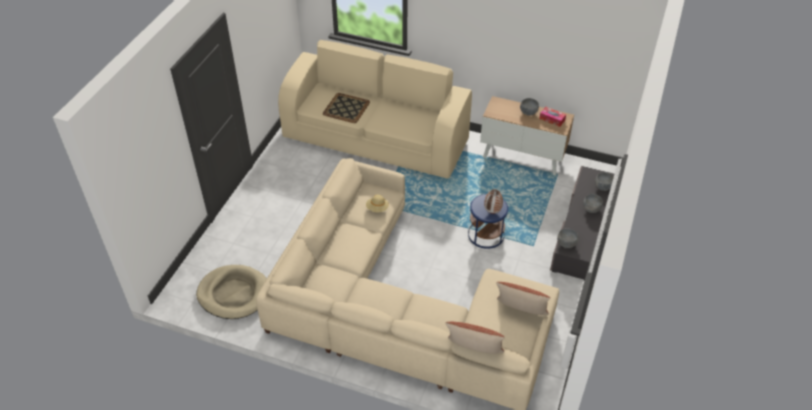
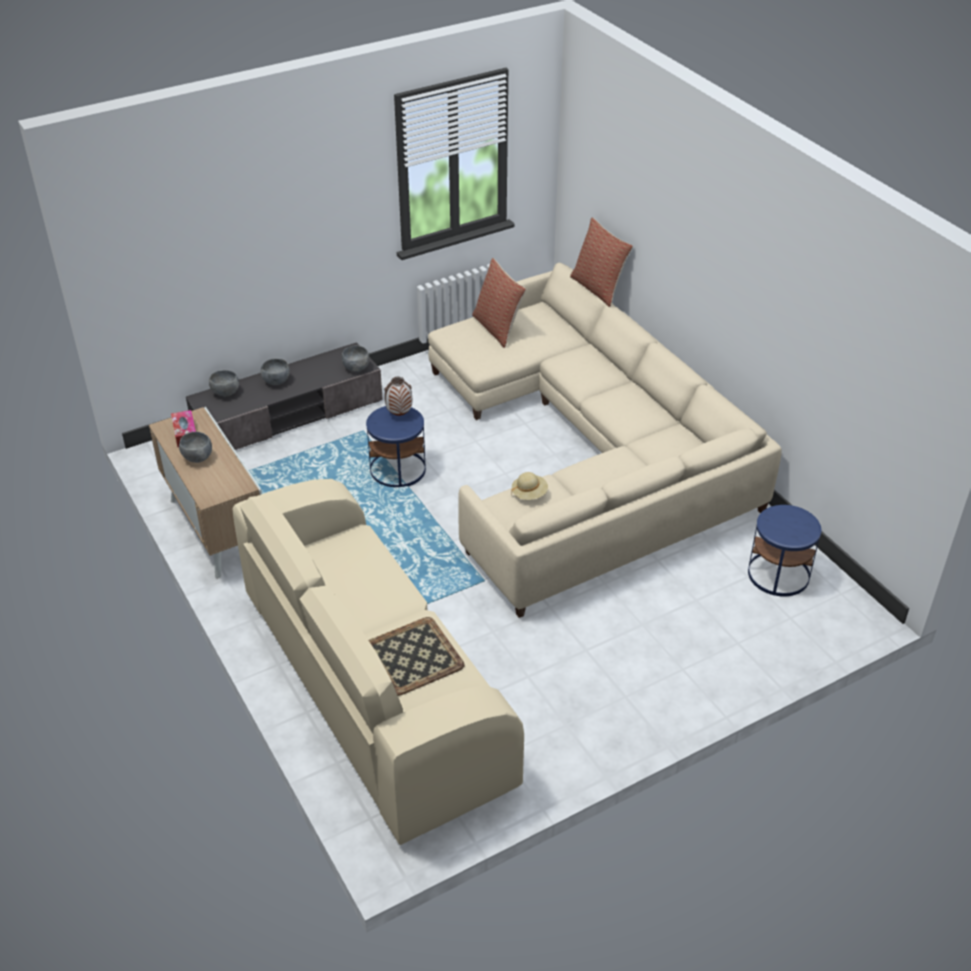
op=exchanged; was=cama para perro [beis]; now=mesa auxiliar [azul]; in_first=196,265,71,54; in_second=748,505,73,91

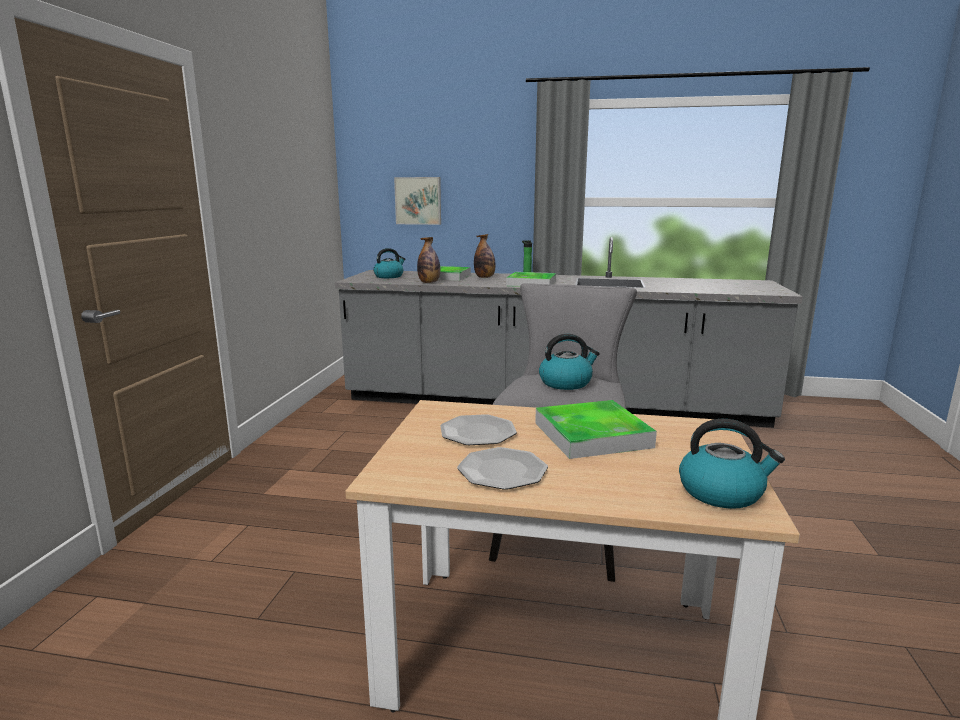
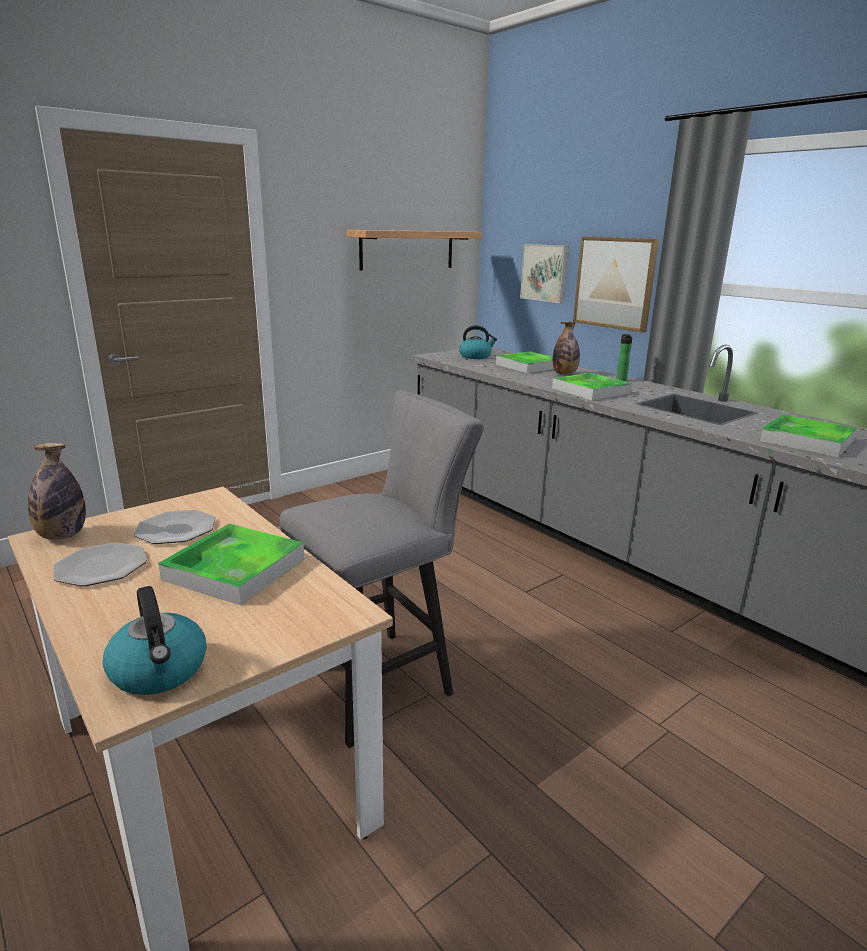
op=relocated; was=botella; in_first=417,237,23,46; in_second=28,443,58,97
op=missing; was=hervidor; in_first=539,334,61,56
op=appeared; now=estante; in_second=347,230,135,40
op=appeared; now=cuadro; in_second=573,237,86,96
op=appeared; now=bandeja; in_second=760,414,97,43

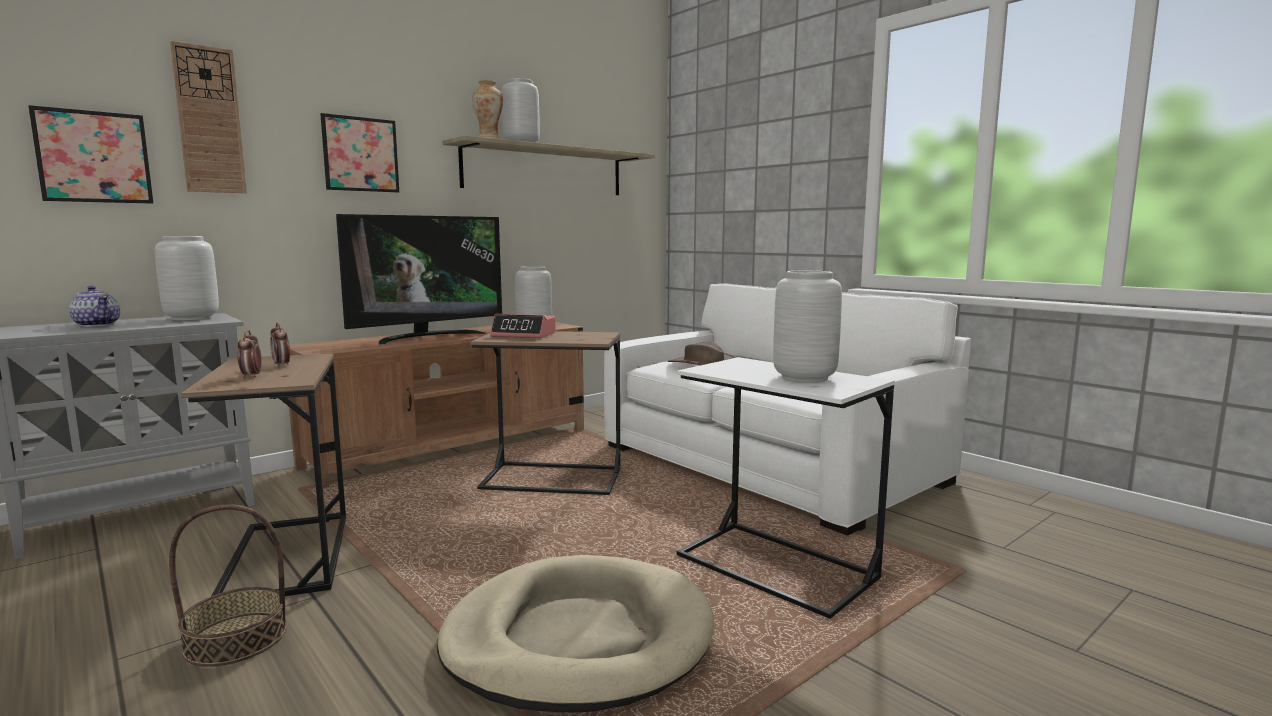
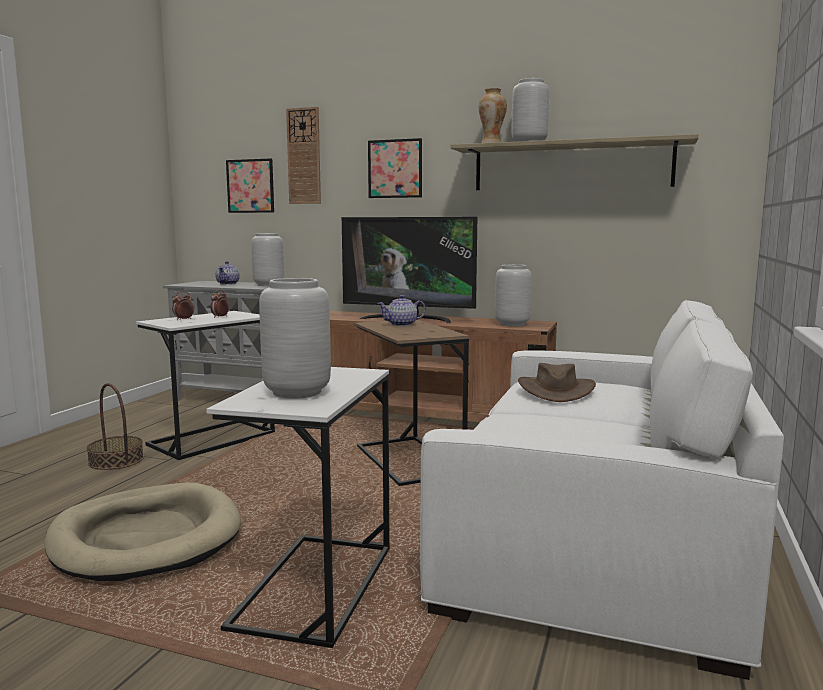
op=colour; was=mesa auxiliar [marrón]; now=mesa auxiliar [blanco]; in_first=181,353,165,243; in_second=136,311,139,149
op=exchanged; was=despertador; now=tetera; in_first=490,314,66,24; in_second=377,295,49,31

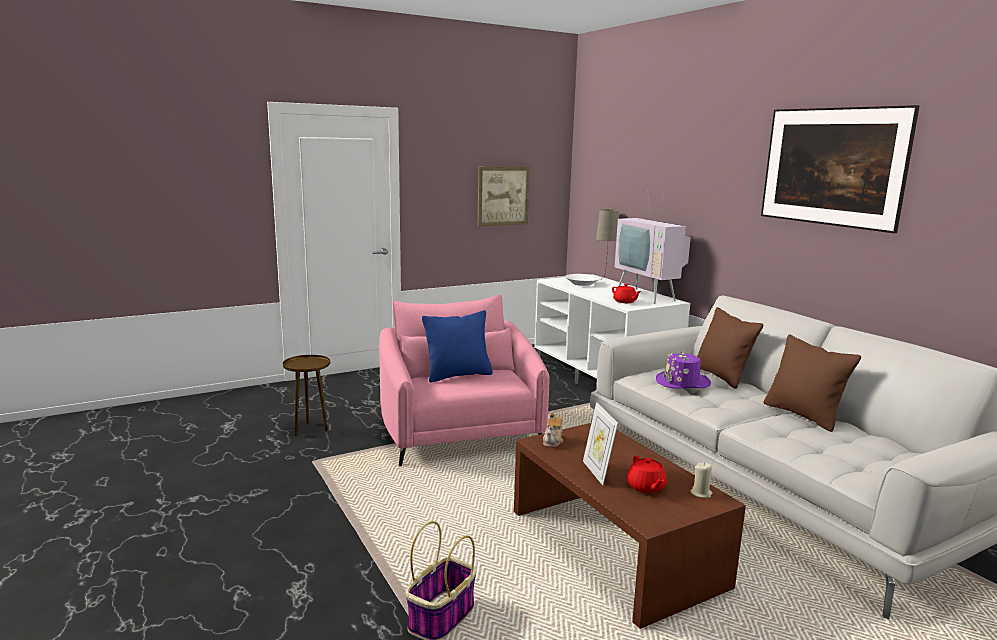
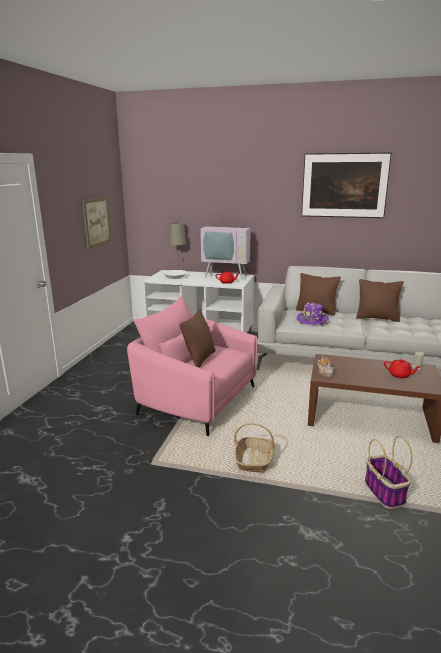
op=missing; was=mesa auxiliar [marrón]; in_first=283,355,47,81
op=colour; was=cojín [azul]; now=cojín [marrón]; in_first=422,310,71,72; in_second=180,308,36,60
op=missing; was=portarretratos; in_first=583,402,35,83
op=appeared; now=cesta; in_second=234,423,41,50

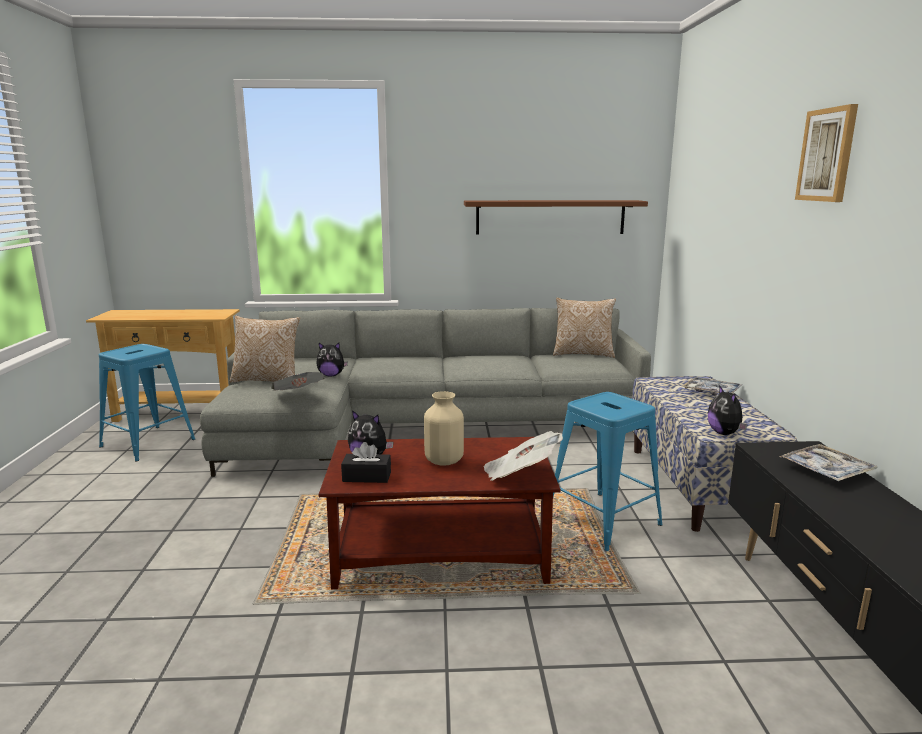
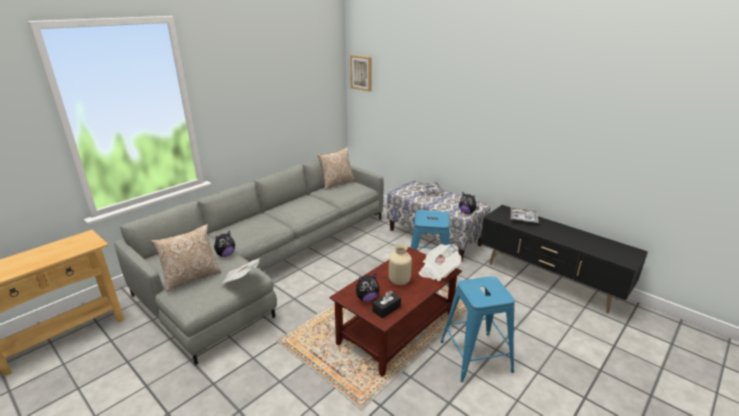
op=relocated; was=taburete [azul]; in_first=99,344,96,118; in_second=440,276,75,106
op=missing; was=estante [marrón]; in_first=464,200,184,34
op=relocated; was=cuadro; in_first=795,104,63,98; in_second=350,55,21,37

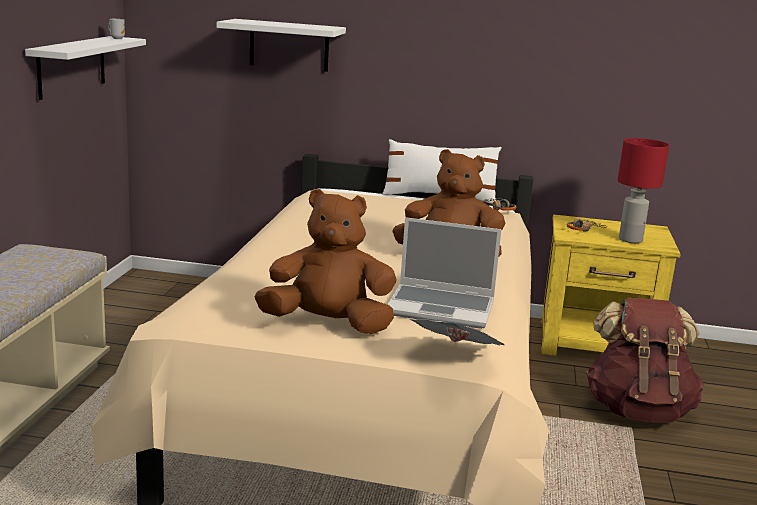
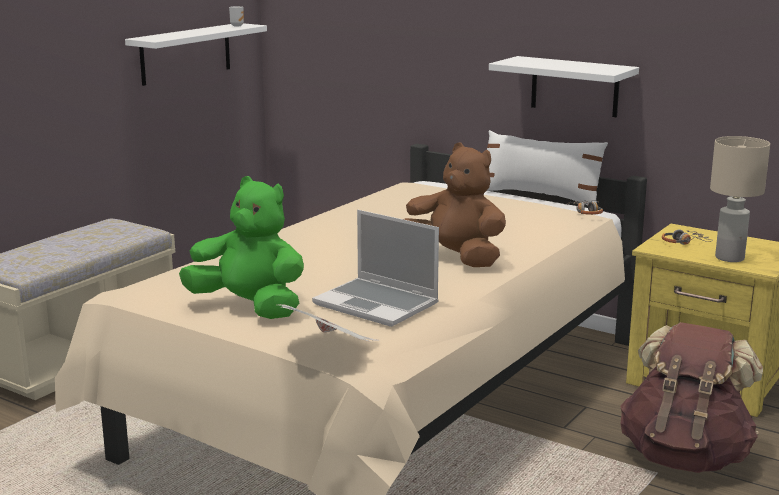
op=relocated; was=estante [blanco]; in_first=217,19,129,53; in_second=489,56,150,61
op=colour; was=peluche [marrón]; now=peluche [verde]; in_first=255,189,142,145; in_second=179,176,125,143
op=colour; was=lámpara de mesa [rojo]; now=lámpara de mesa [beis]; in_first=618,138,51,105; in_second=710,136,60,126

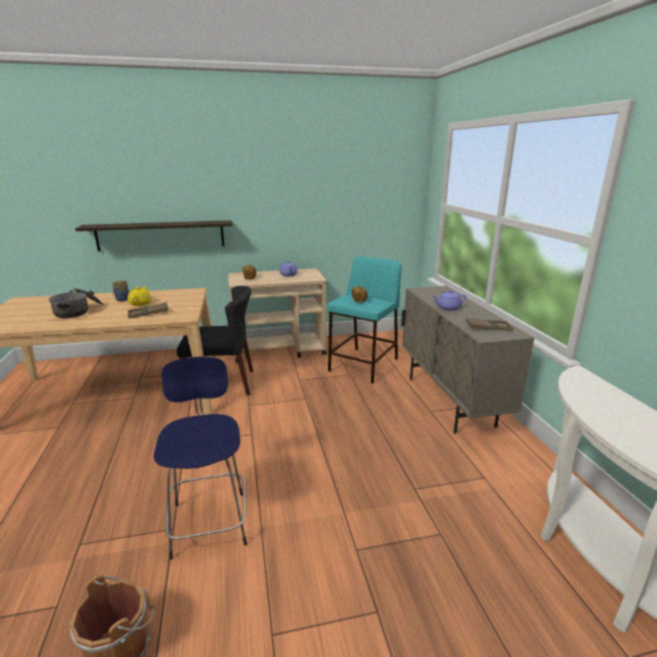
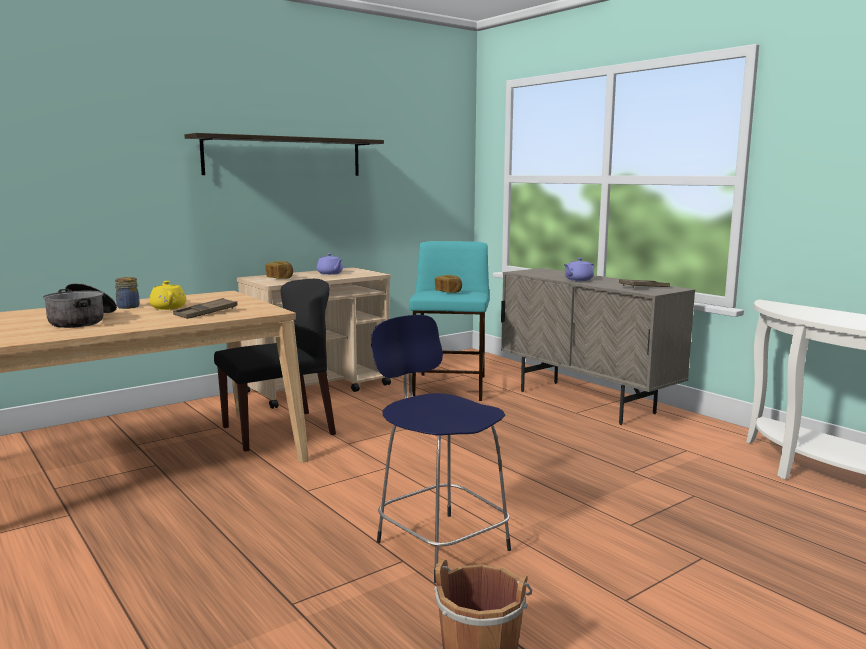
op=relocated; was=estante; in_first=75,220,157,32; in_second=185,133,199,43

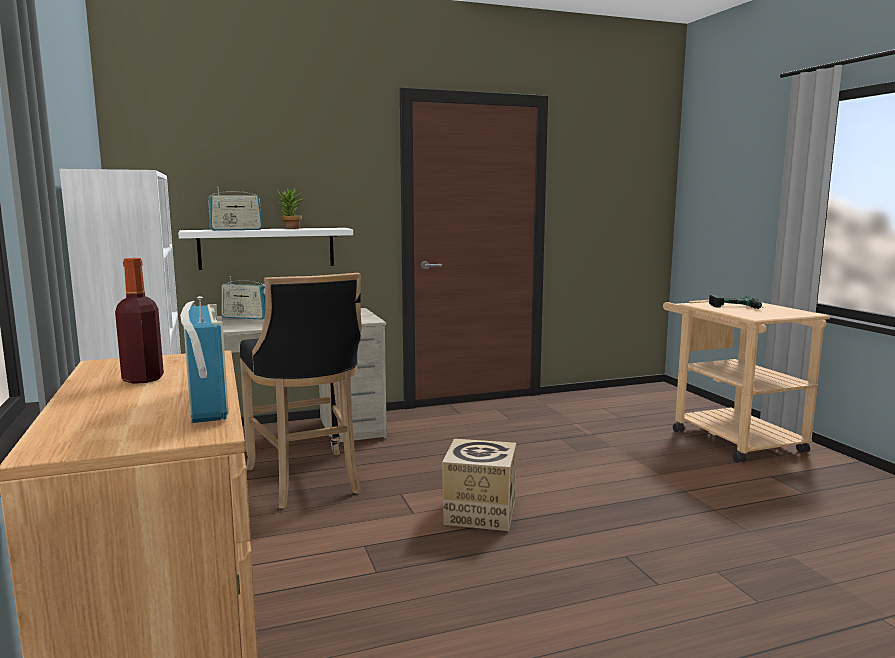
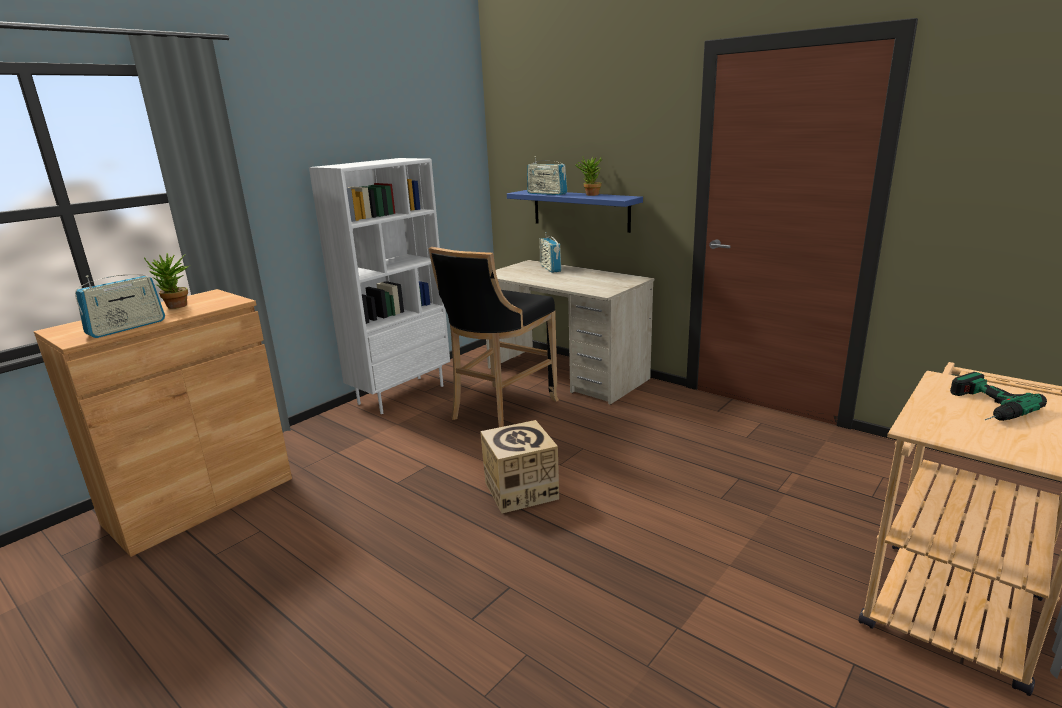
op=exchanged; was=botella; now=planta en maceta; in_first=115,258,49,126; in_second=144,253,45,56
op=colour; was=estante [blanco]; now=estante [azul]; in_first=178,228,175,42; in_second=507,190,136,43

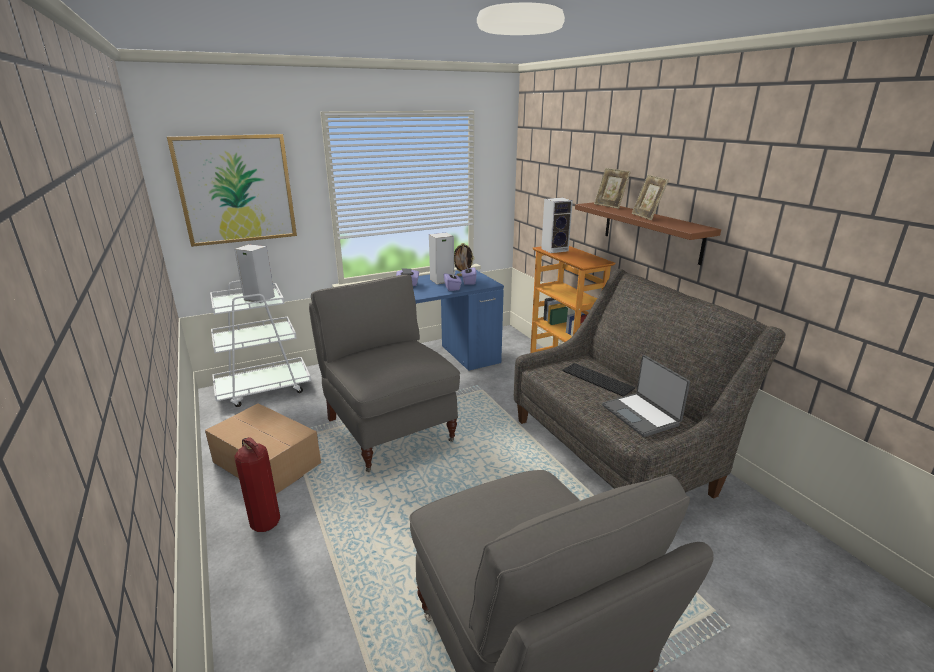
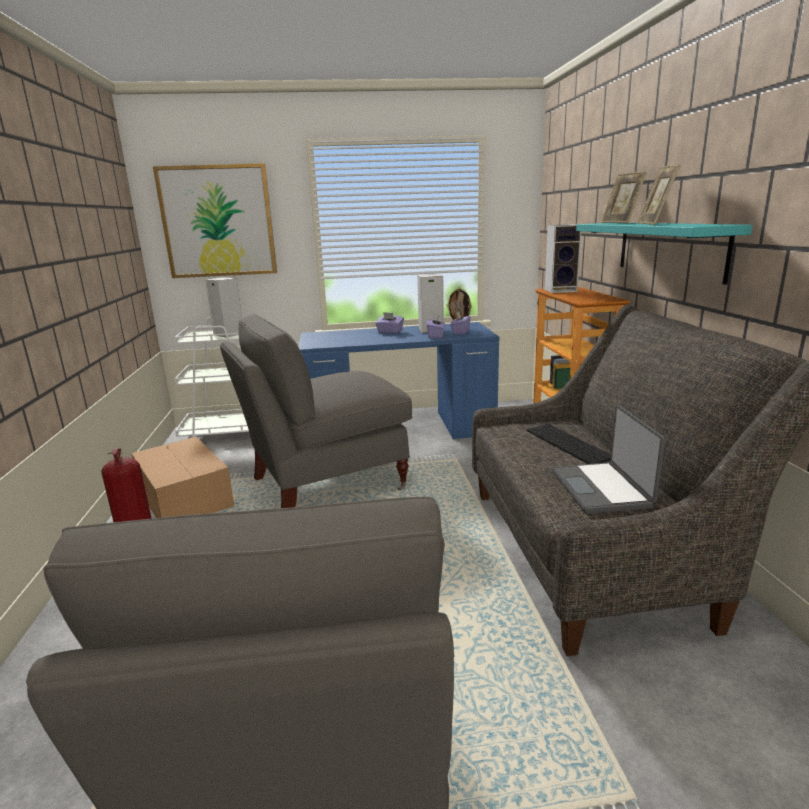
op=spun; was=sillón [gris]; in_first=309,275,151,197; in_second=220,314,192,194; clockwise=-105
op=colour; was=estante [marrón]; now=estante [turquesa]; in_first=575,202,146,63; in_second=576,223,177,62

